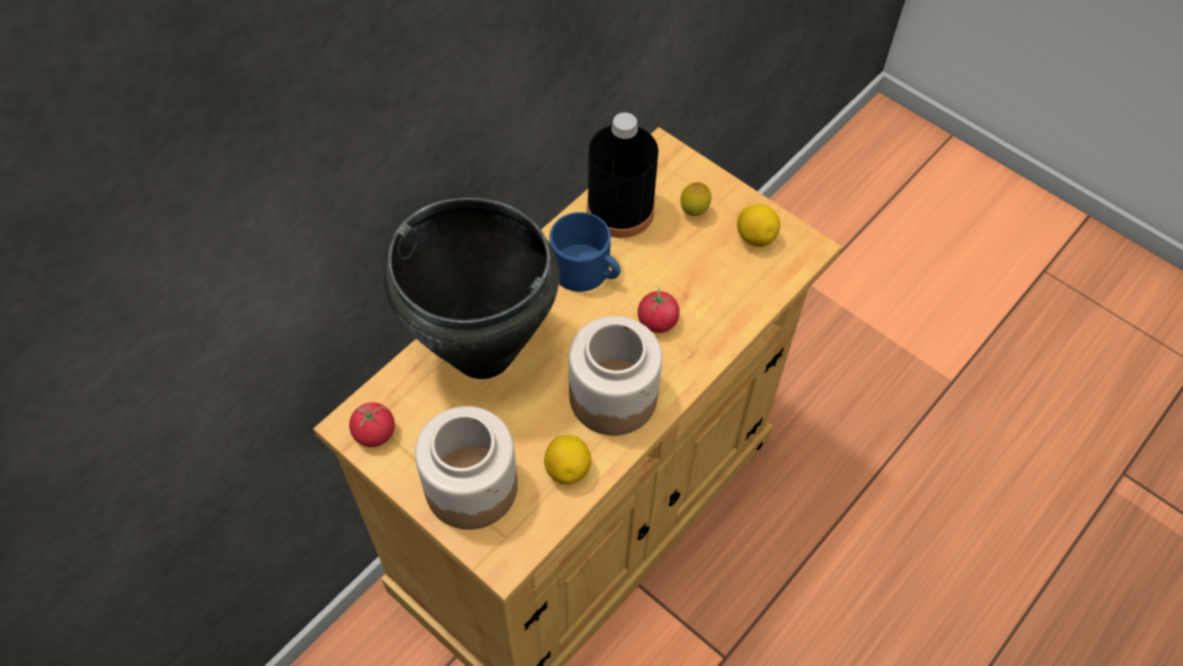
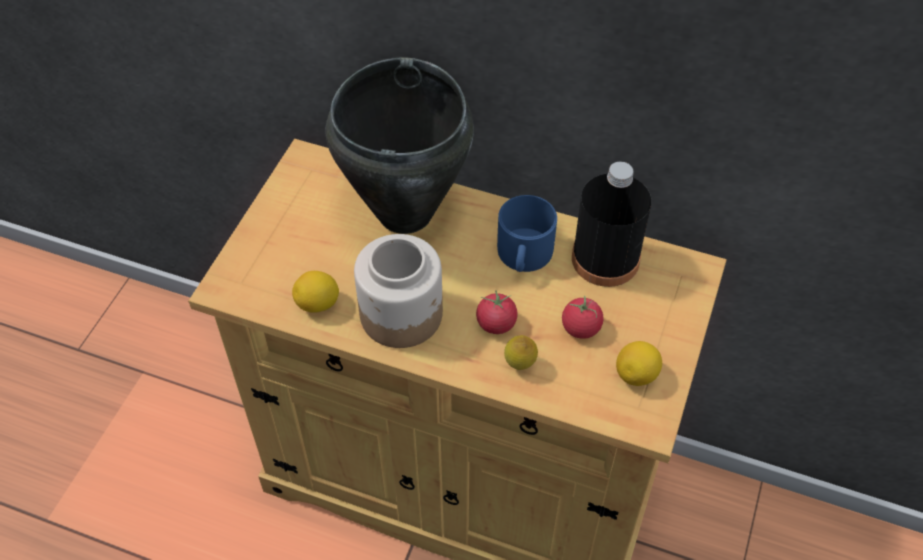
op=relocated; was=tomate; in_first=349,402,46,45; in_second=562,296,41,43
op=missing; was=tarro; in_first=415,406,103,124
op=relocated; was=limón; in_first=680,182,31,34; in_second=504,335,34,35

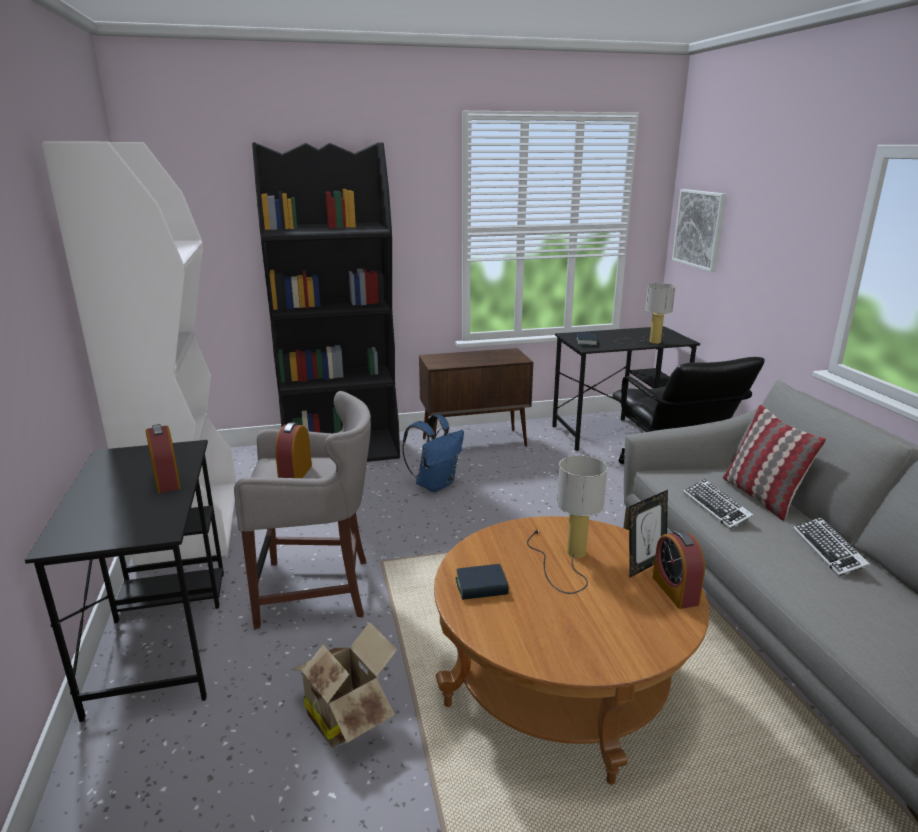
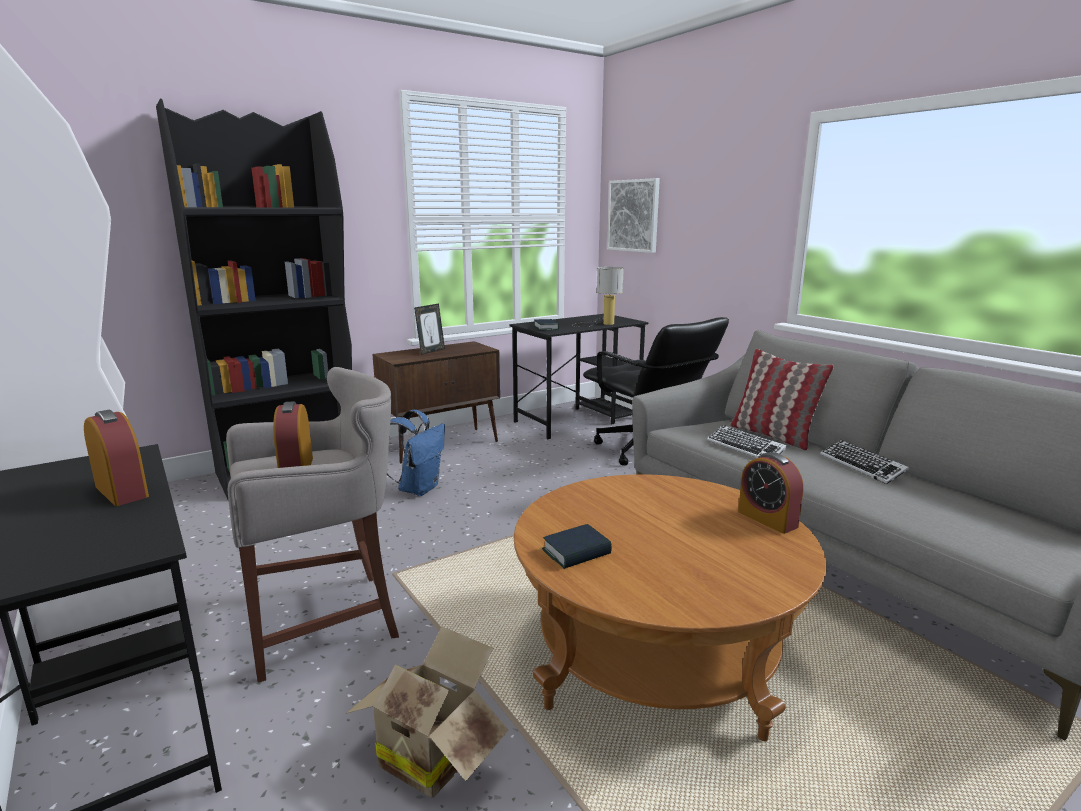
op=missing; was=lámpara de mesa; in_first=527,455,81,139
op=relocated; was=portarretratos; in_first=629,490,39,88; in_second=414,303,31,52

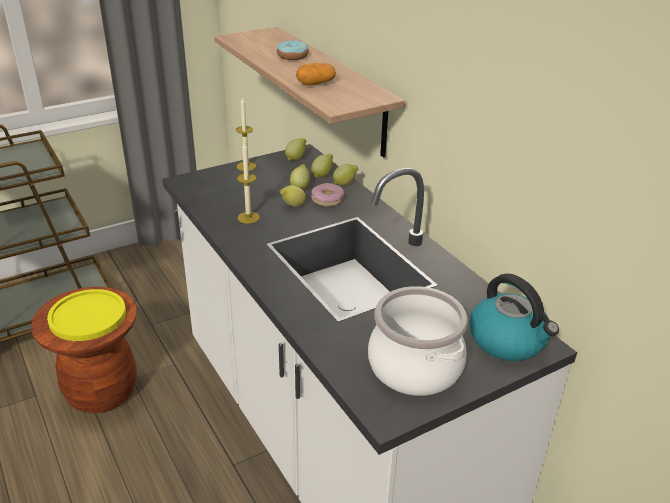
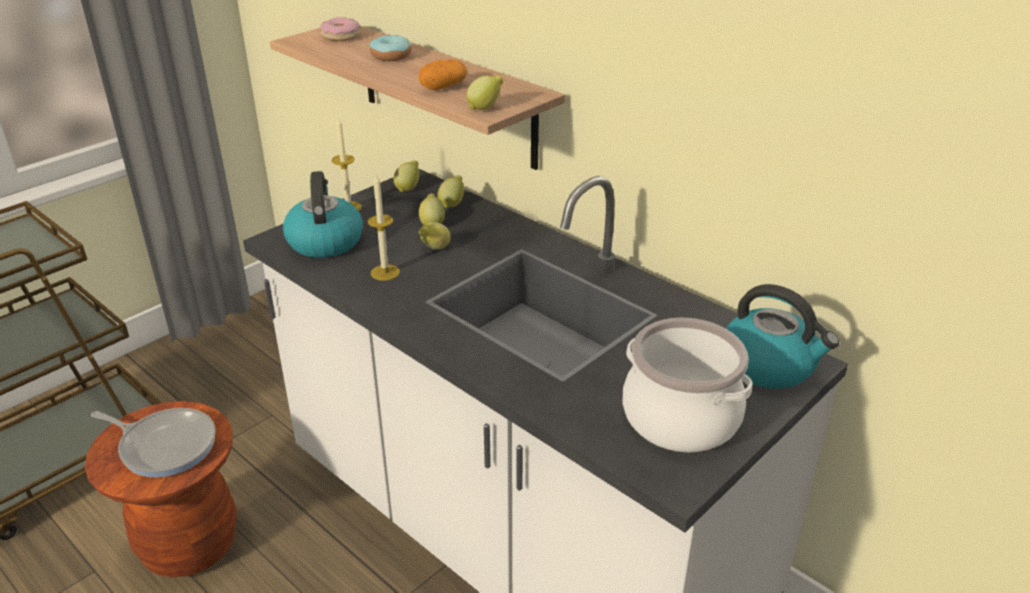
op=exchanged; was=plato [amarillo]; now=sartén; in_first=47,289,79,52; in_second=91,408,125,69
op=relocated; was=rosquilla; in_first=311,183,34,24; in_second=320,17,41,24
op=relocated; was=limón; in_first=333,164,25,22; in_second=466,76,37,34
op=appeared; now=hervidor; in_second=283,171,80,87

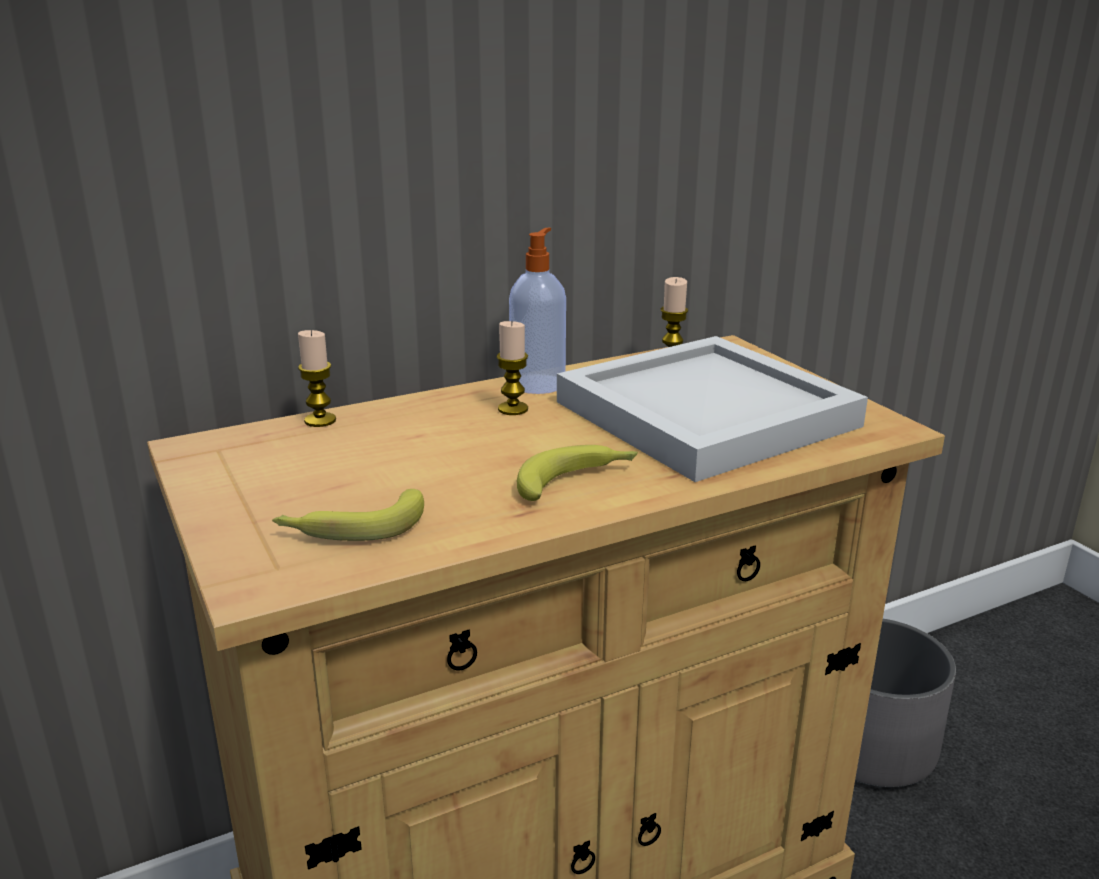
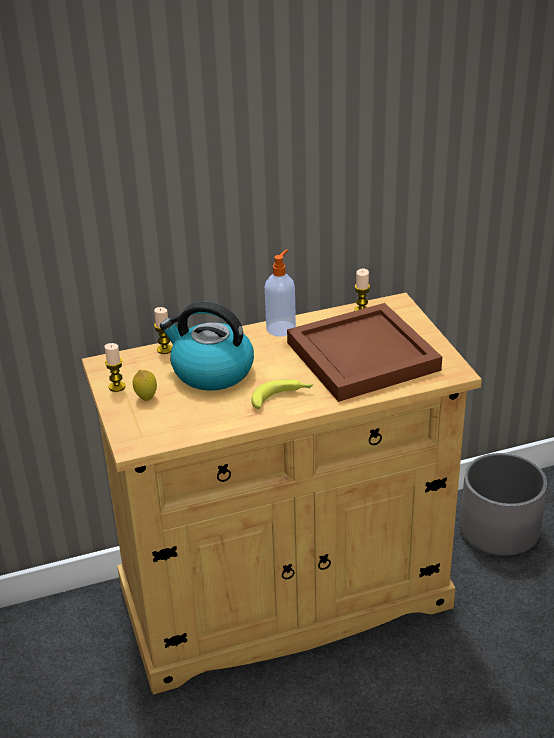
op=missing; was=plátano; in_first=272,489,152,52
op=relocated; was=vela; in_first=497,321,31,94; in_second=105,343,20,49
op=colour; was=bandeja [blanco]; now=bandeja [marrón]; in_first=557,336,311,146; in_second=287,303,155,99
op=appeared; now=limón; in_second=133,370,24,31
op=appeared; now=hervidor; in_second=160,302,94,89

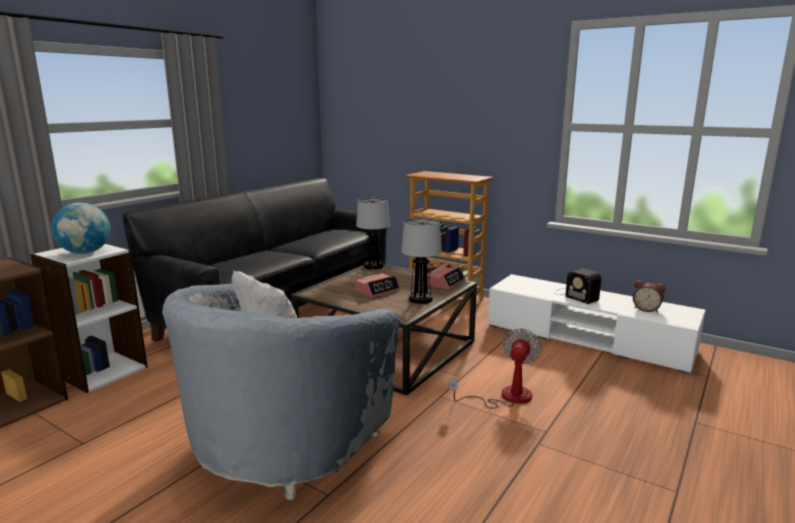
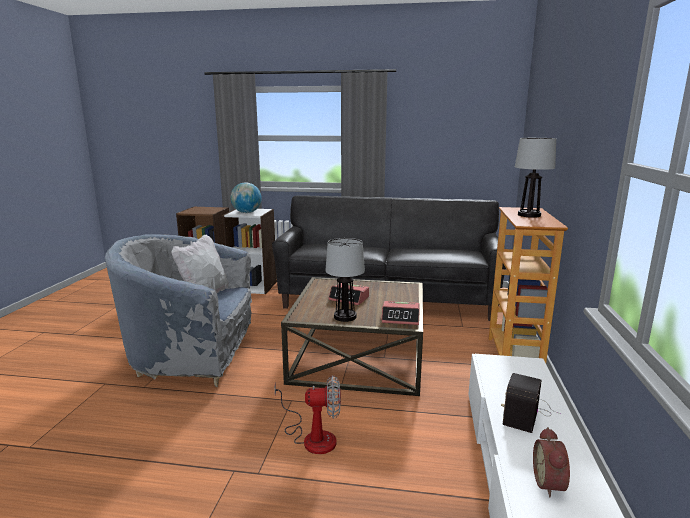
op=relocated; was=lámpara de mesa; in_first=356,198,34,72; in_second=515,138,41,80

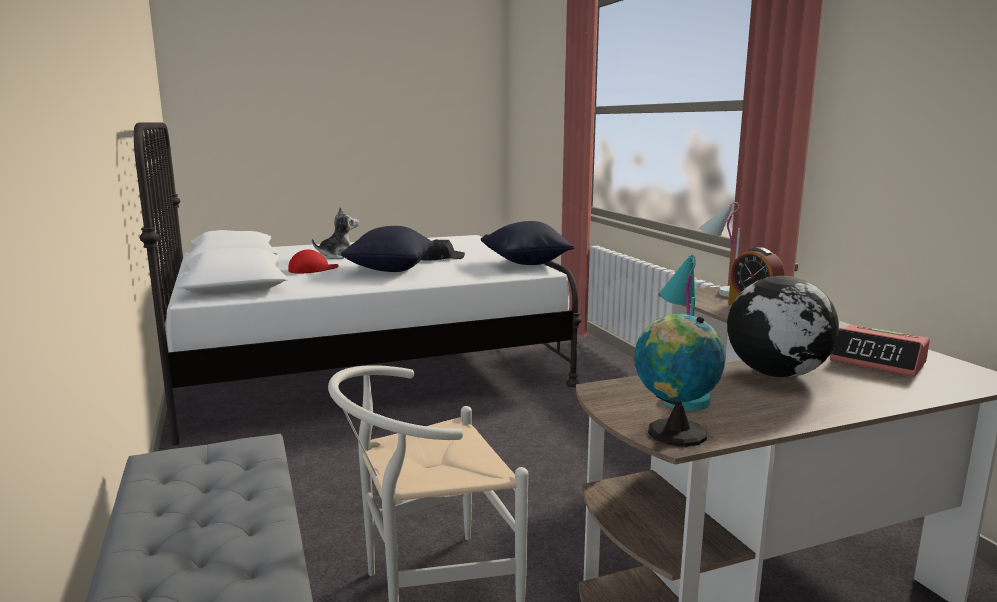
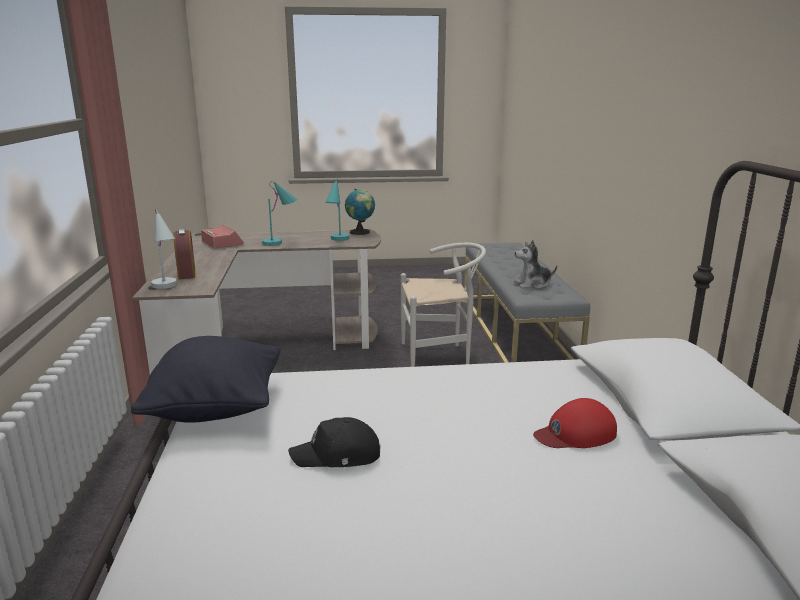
op=relocated; was=peluche; in_first=312,207,47,52; in_second=514,240,43,49
op=missing; was=cojín [negro]; in_first=341,226,93,46
op=exchanged; was=globo terráqueo; now=lámpara de mesa [turquesa]; in_first=727,276,112,101; in_second=262,181,35,65

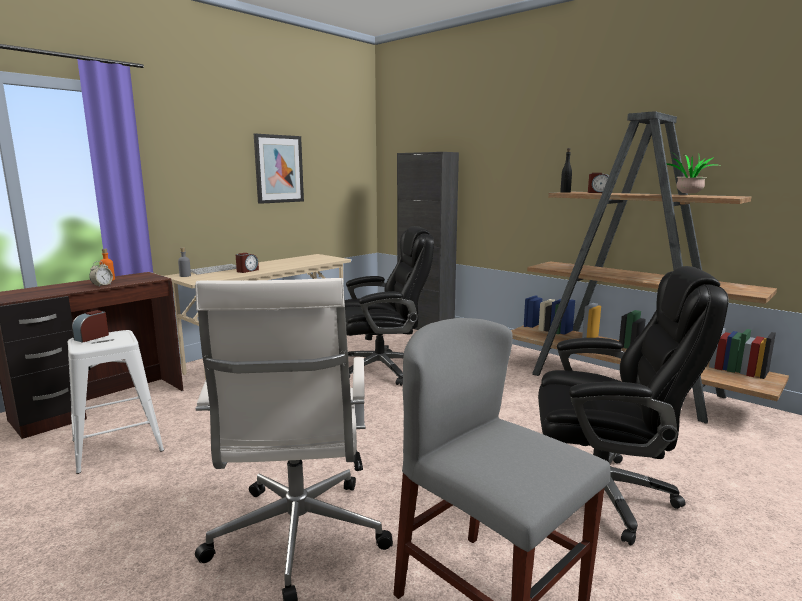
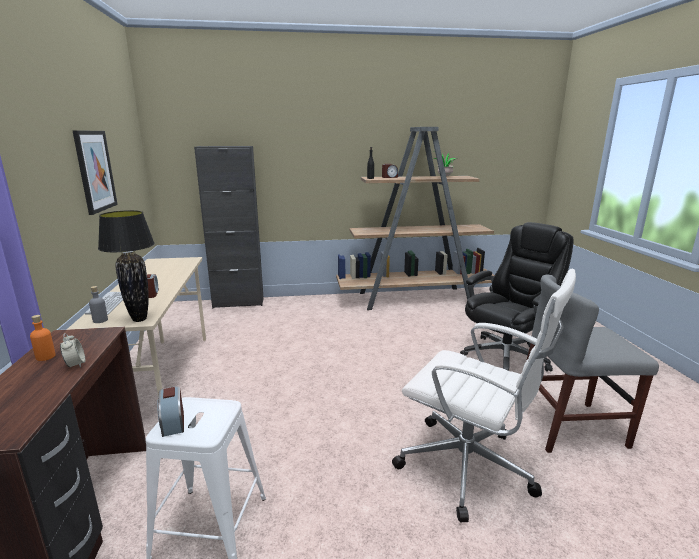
op=missing; was=silla de oficina [negro]; in_first=345,226,89,160
op=appeared; now=lámpara de mesa [negro]; in_second=98,210,57,112

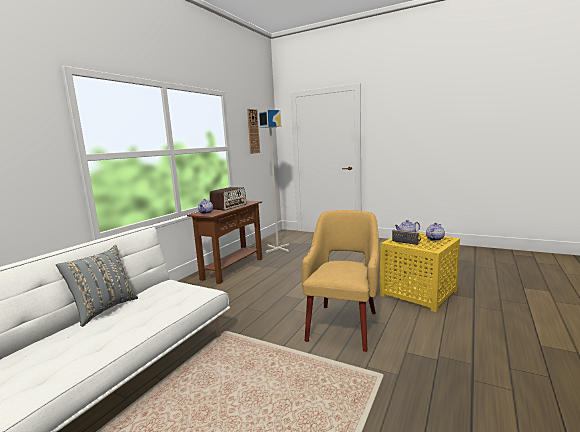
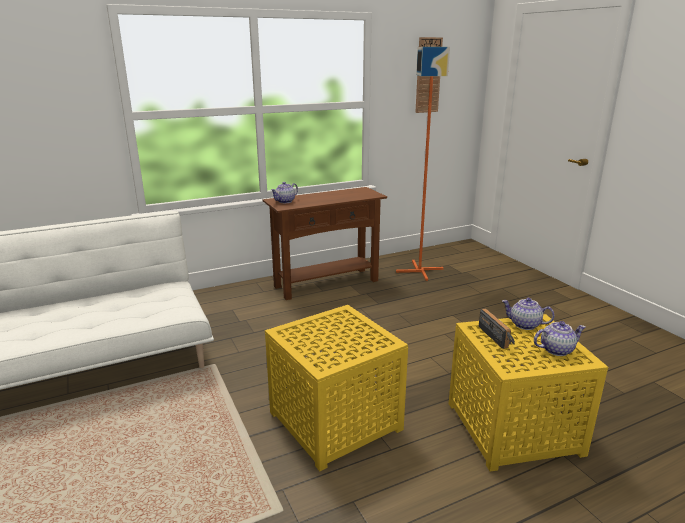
op=missing; was=cojín [gris]; in_first=56,245,82,82
op=missing; was=radio; in_first=210,187,37,23
op=colour; was=lámpara de pie [gris]; now=lámpara de pie [naranja]; in_first=258,110,31,143; in_second=396,47,54,234
op=exchanged; was=sillón [amarillo]; now=mesa auxiliar [amarillo]; in_first=302,210,78,142; in_second=265,305,143,166

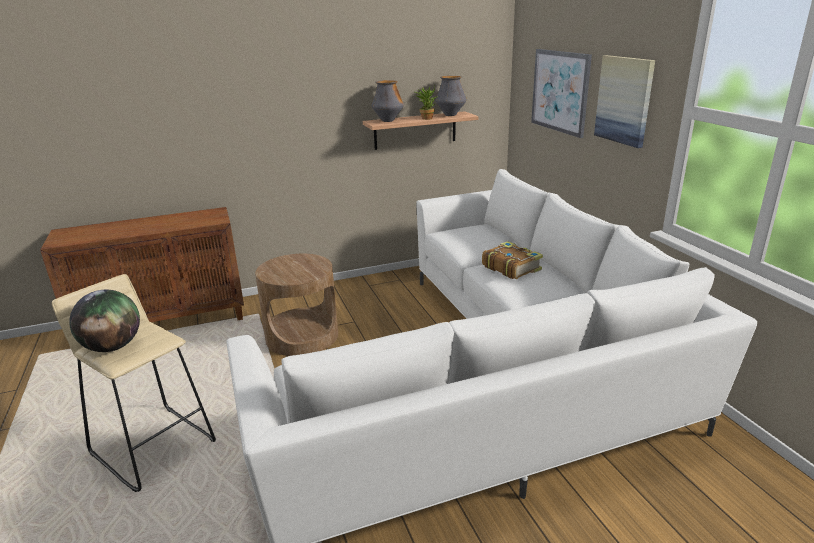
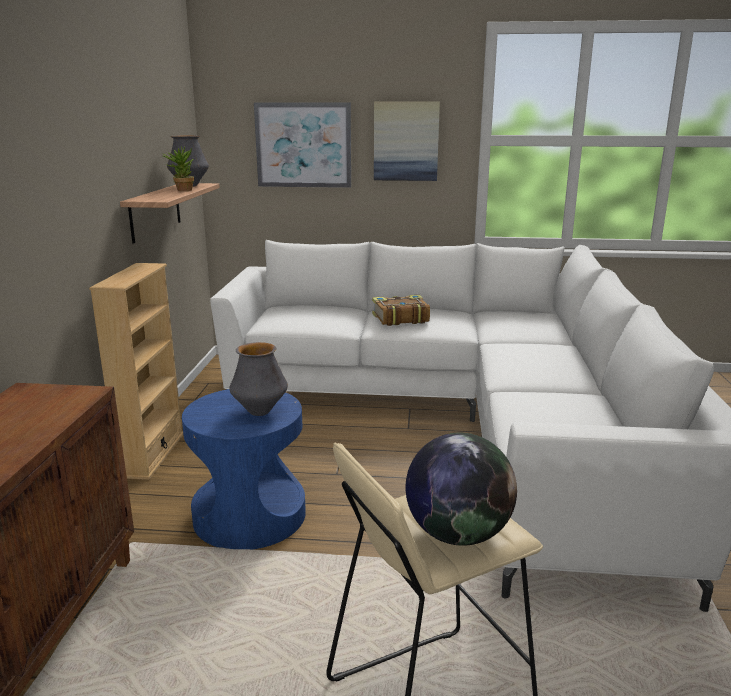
op=colour; was=mesa auxiliar [marrón]; now=mesa auxiliar [azul]; in_first=255,254,83,102; in_second=182,389,124,160
op=relocated; was=florero; in_first=372,80,32,42; in_second=229,342,59,74
op=appeared; now=estantería [beis]; in_second=89,263,94,217

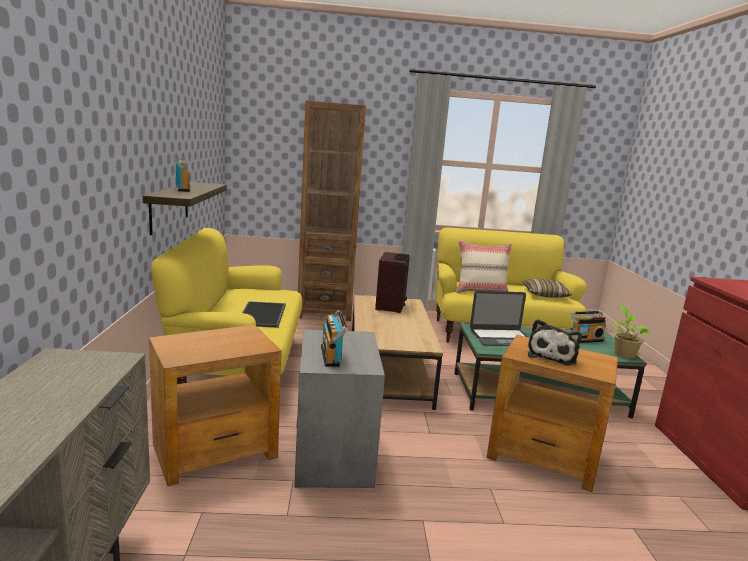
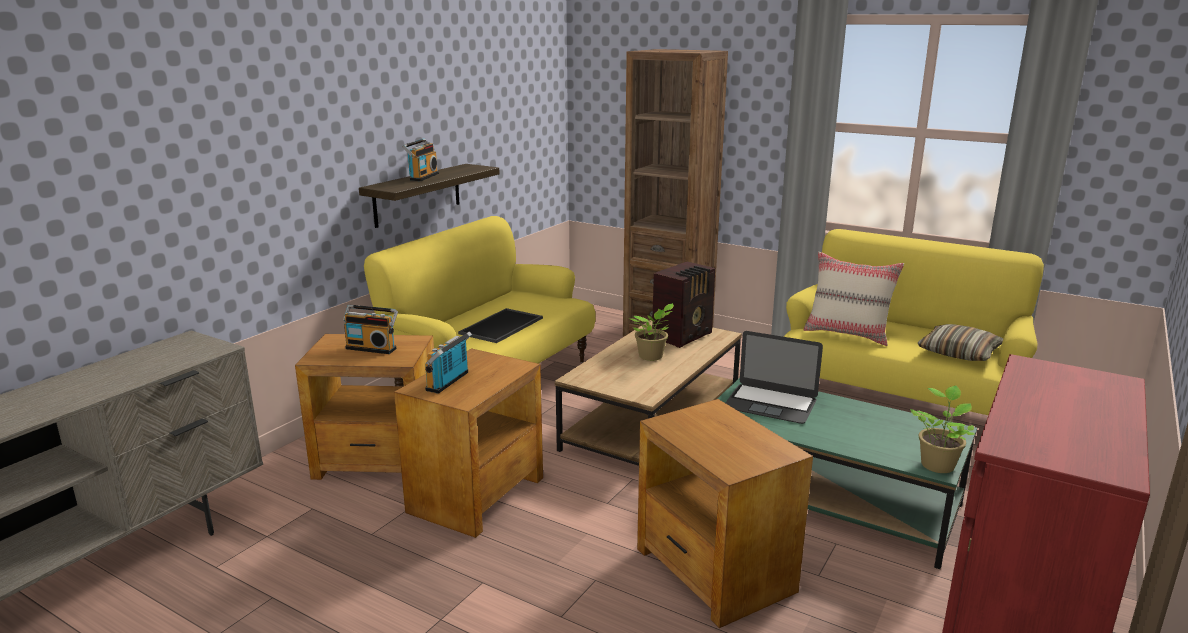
op=colour; was=mesa auxiliar [gris]; now=mesa auxiliar [marrón]; in_first=294,329,91,159; in_second=394,348,149,190
op=missing; was=peluche; in_first=527,319,55,46
op=relocated; was=radio; in_first=571,311,35,32; in_second=343,305,55,49
op=appeared; now=planta en maceta; in_second=629,303,45,58

